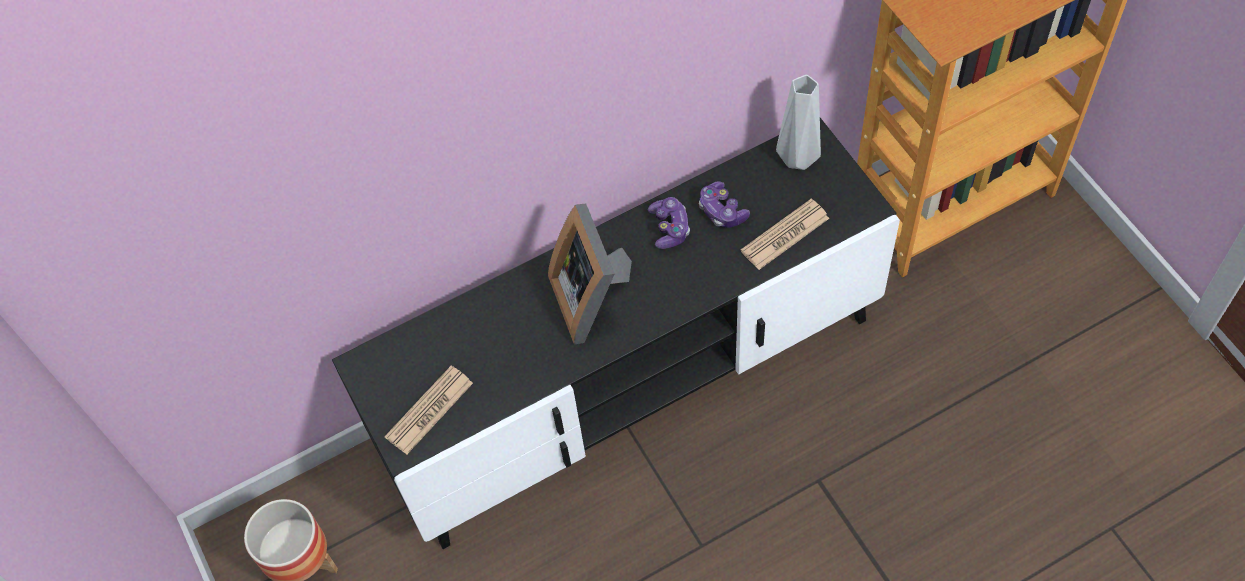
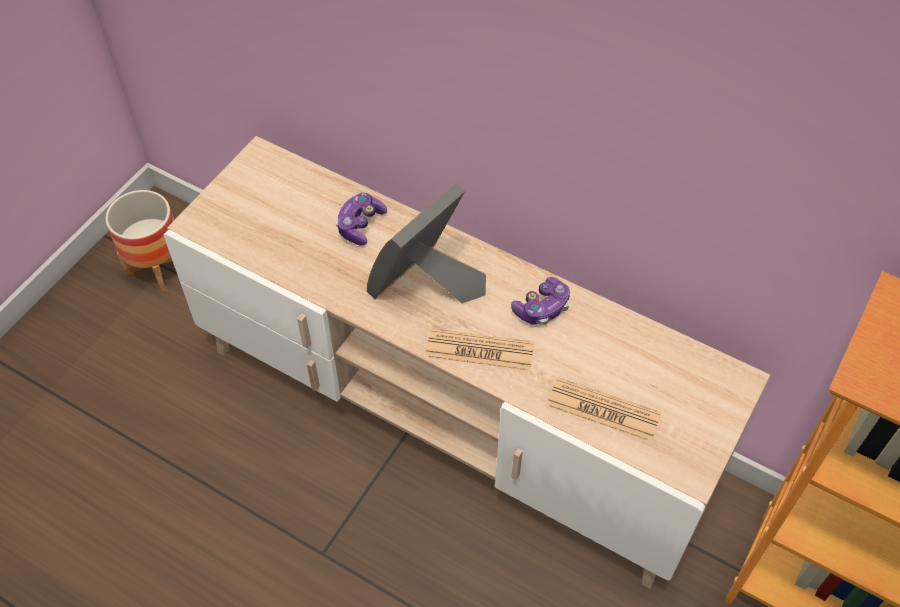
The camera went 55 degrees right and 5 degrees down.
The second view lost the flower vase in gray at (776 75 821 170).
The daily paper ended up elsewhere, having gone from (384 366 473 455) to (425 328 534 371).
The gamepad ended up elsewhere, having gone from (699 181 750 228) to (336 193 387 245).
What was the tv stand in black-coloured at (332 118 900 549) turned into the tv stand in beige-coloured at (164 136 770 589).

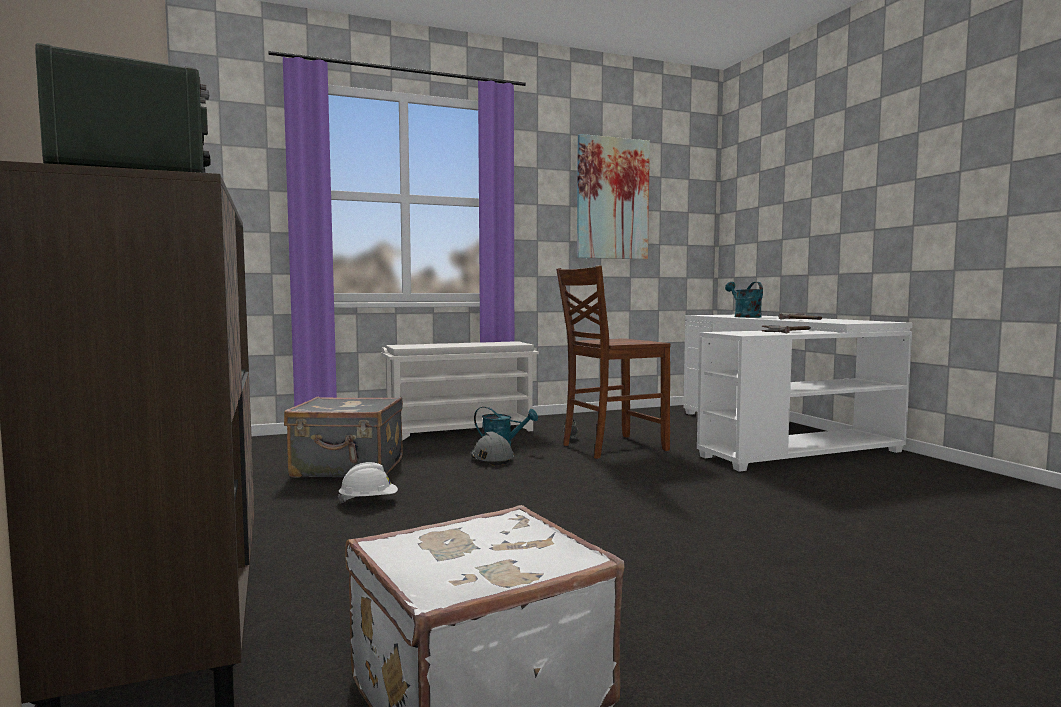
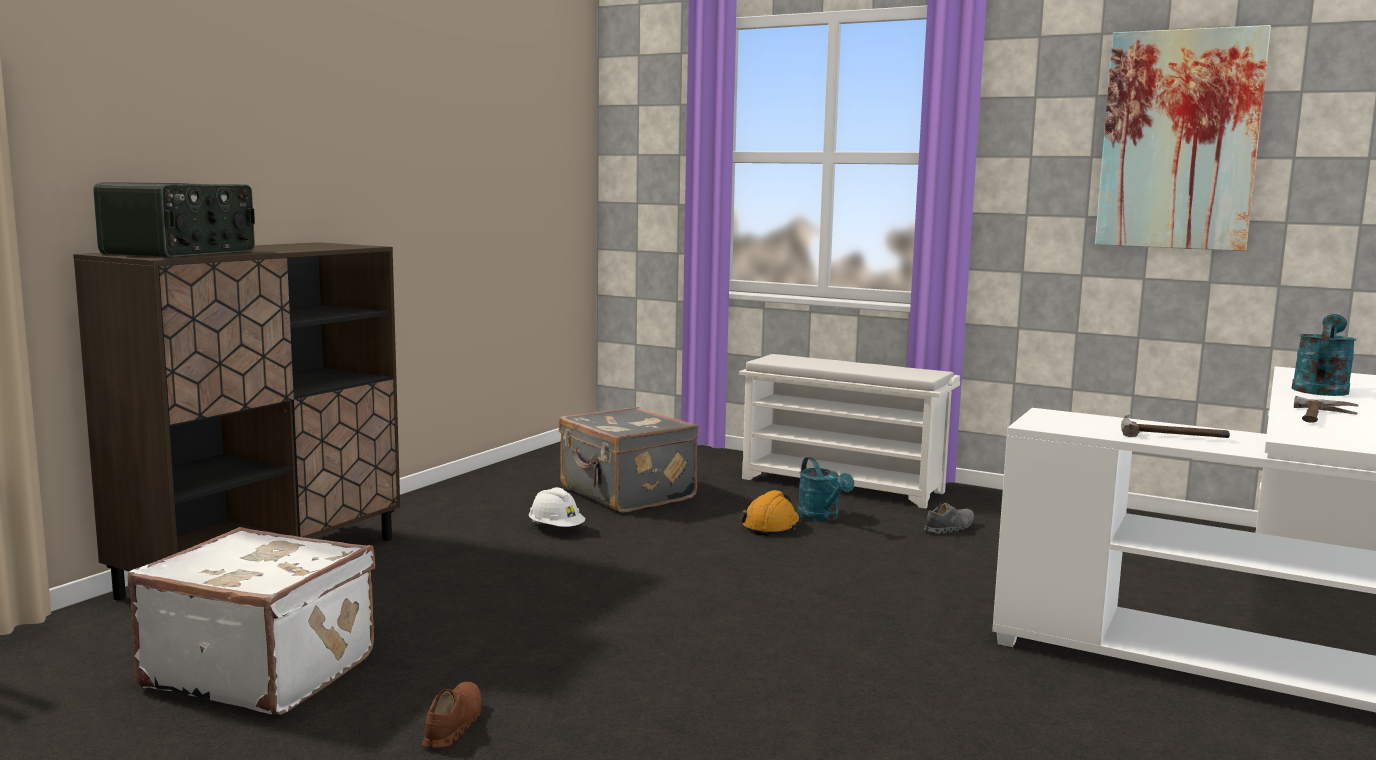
The camera went 50 degrees right and 5 degrees up.
The second view lost the chair in brown at (556 265 671 459).
The second view gained the item of footwear in brown at (422 682 481 748).
What was the work helmet in gray at (471 431 514 465) turned into the work helmet in orange at (741 490 801 536).

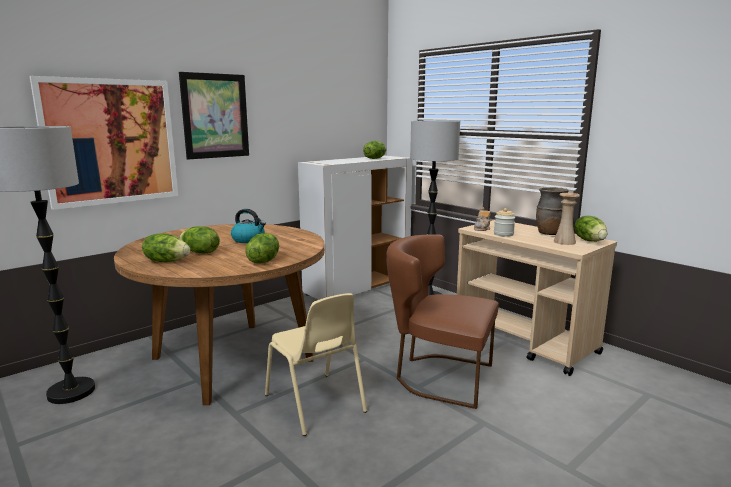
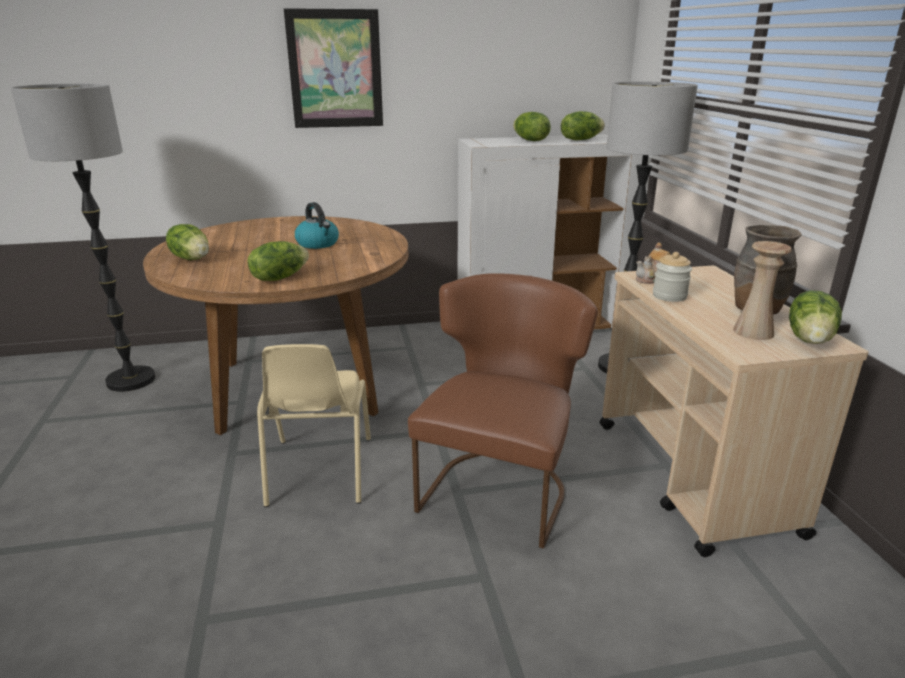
The camera went 30 degrees right and 10 degrees up.
The second view lost the picture at (29 76 178 210).
The lettuce head ended up elsewhere, having gone from (180 226 220 254) to (513 112 551 141).
The chair in brown at (386 234 499 409) ended up facing another way, 60 degrees clockwise from before.

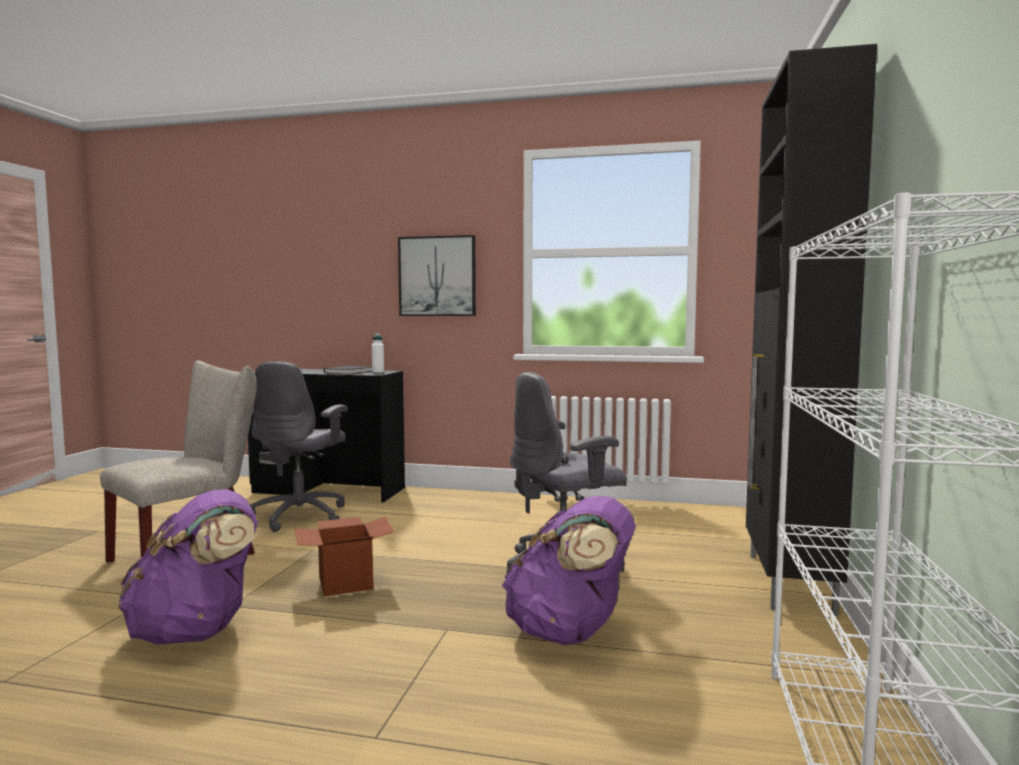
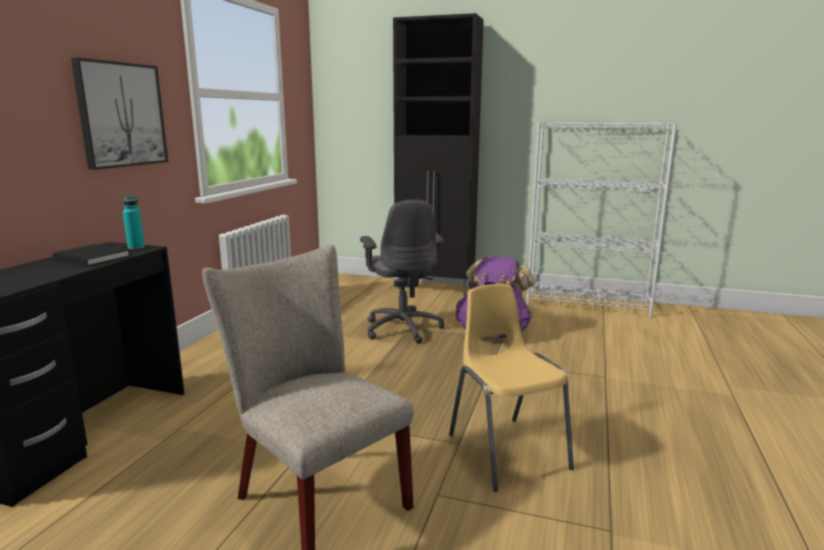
The camera went 85 degrees left and 10 degrees up.
The second view lost the office chair in gray at (250 361 348 532).
The second view lost the cardboard box at (294 517 394 597).
Where the backpack in purple stood at (118 489 258 645), the chair in yellowish came to stand at (449 284 574 492).
What was the bottle in whitish at (372 333 384 374) turned into the bottle in turquoise at (123 195 145 249).

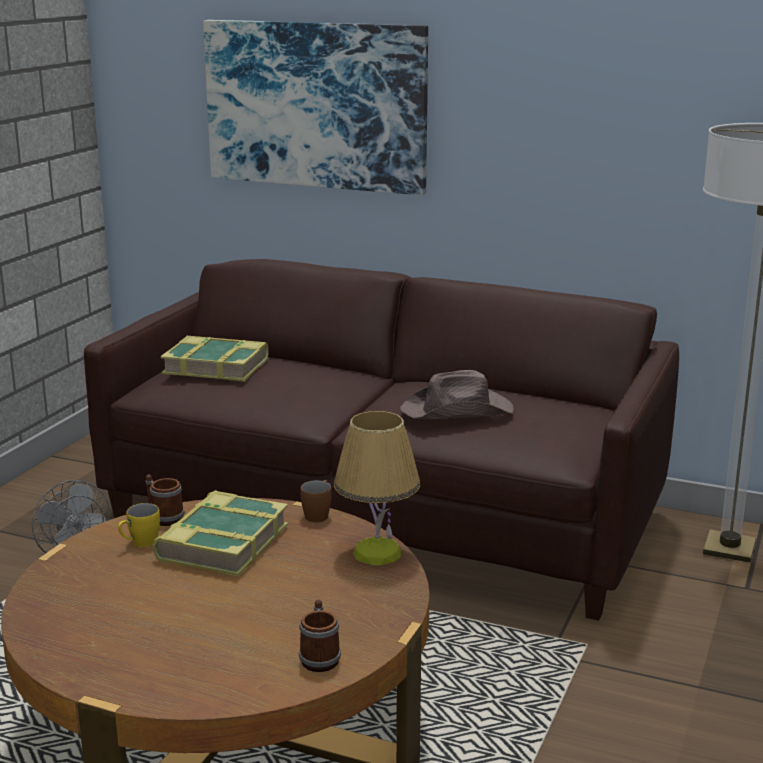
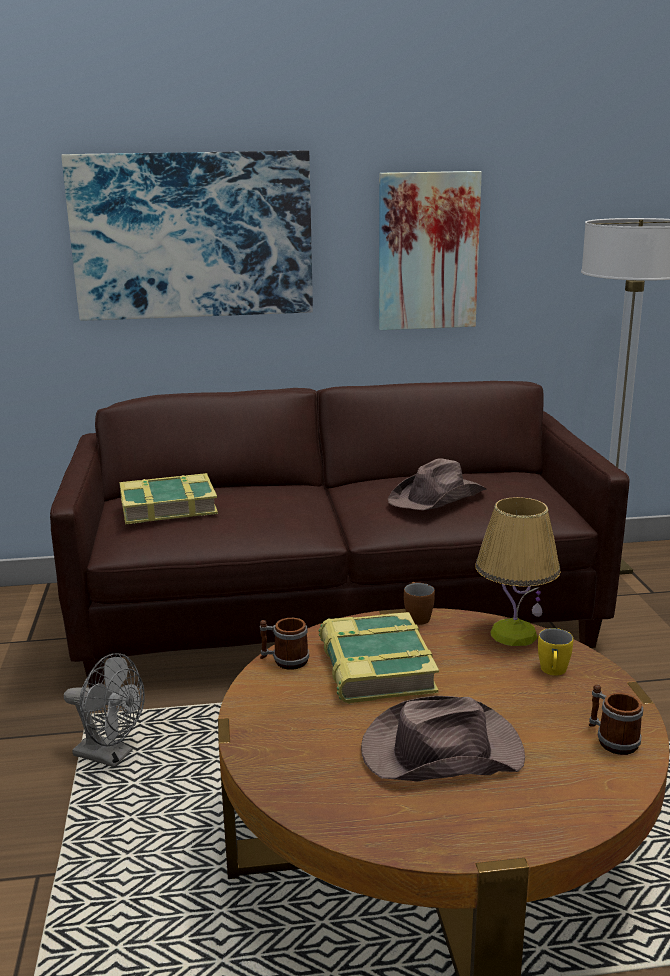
The camera went 30 degrees left and 0 degrees up.
The second view gained the wearable hat in brown at (361 696 525 781).
The second view gained the picture at (379 171 482 330).
The tea mug in yellowish ended up elsewhere, having gone from (118 503 160 547) to (538 628 573 675).

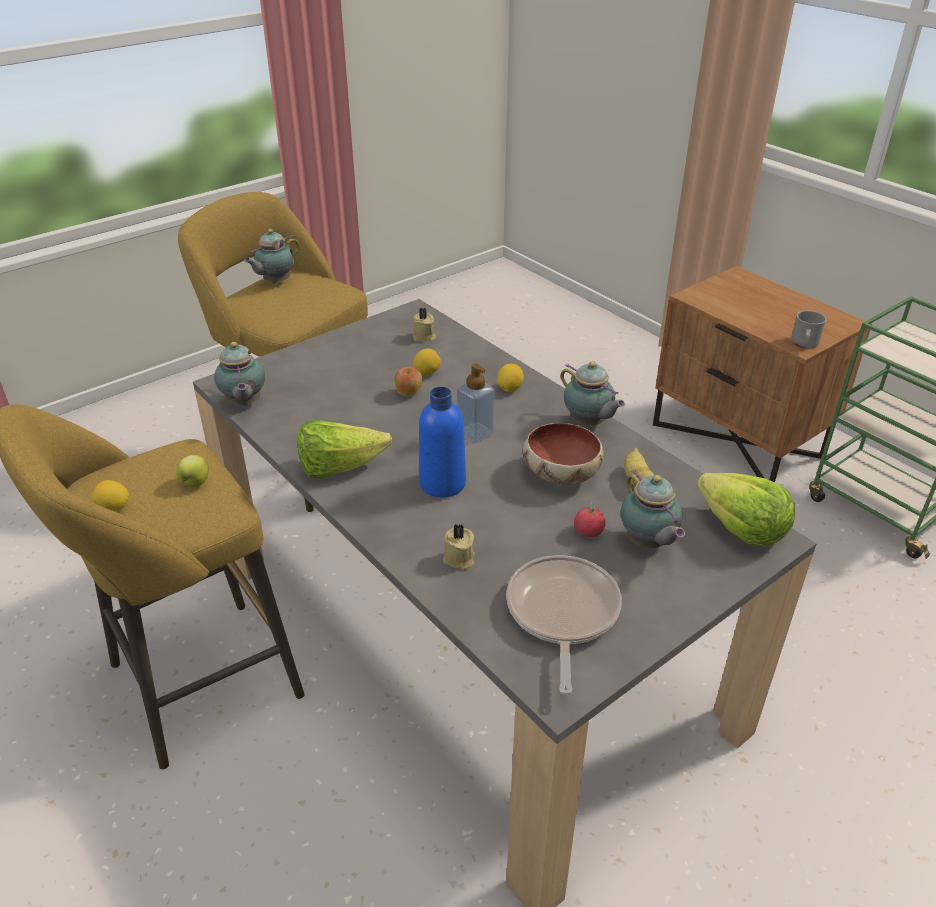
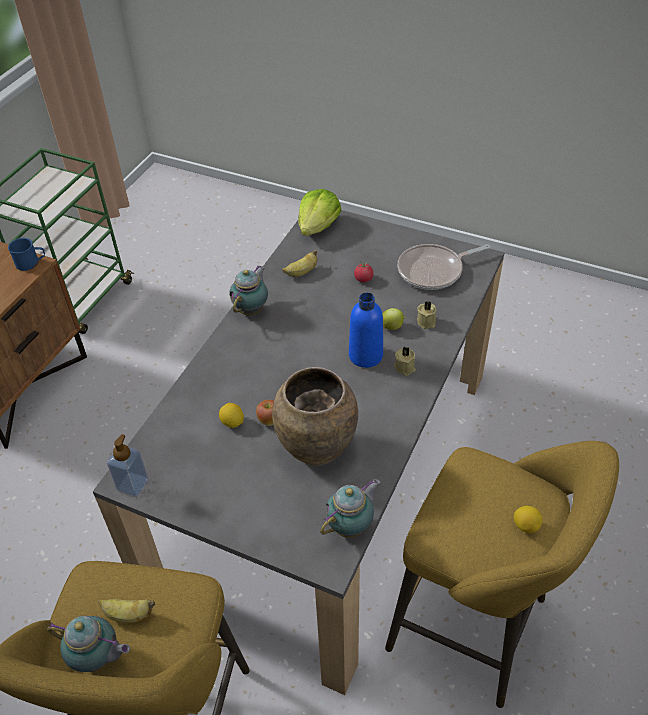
The camera went 115 degrees left and 10 degrees up.
The second view lost the lettuce head at (297 420 392 478).
The second view lost the citrus fruit at (497 364 524 392).
The second view lost the bowl at (523 423 603 485).
The second view lost the pot for tea at (621 470 685 548).
The second view gained the whole banana at (98 599 155 623).
The second view gained the flower vase in brown at (272 367 358 466).
The whole apple ended up elsewhere, having gone from (176 455 209 487) to (382 308 406 330).
The wax light in beige-coloured ended up elsewhere, having gone from (413 308 436 341) to (394 347 416 376).
The soap bottle ended up elsewhere, having gone from (457 363 495 443) to (107 434 148 496).
What was the tea mug in gray at (791 310 827 349) turned into the tea mug in blue-coloured at (8 238 45 271).

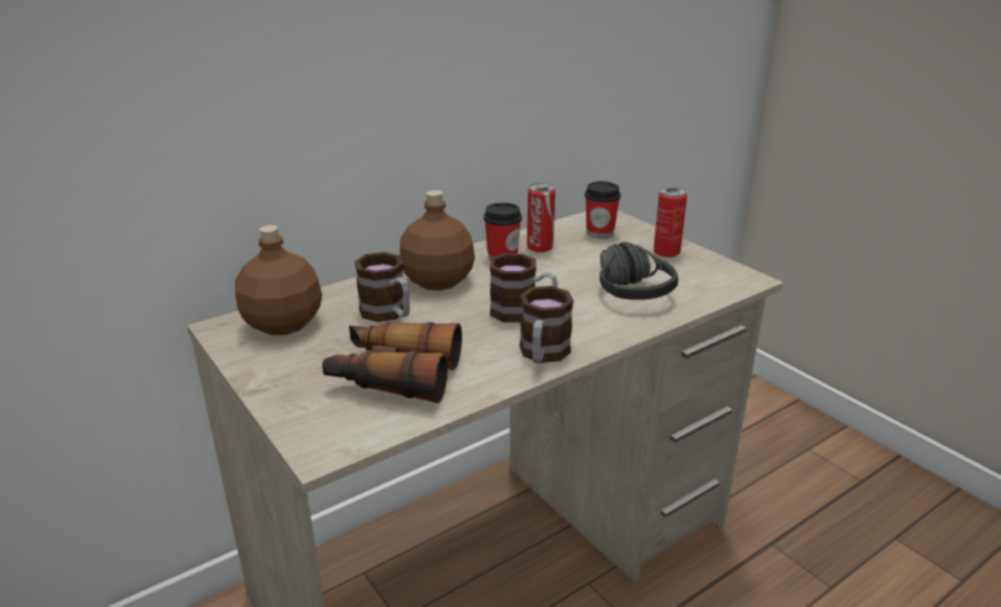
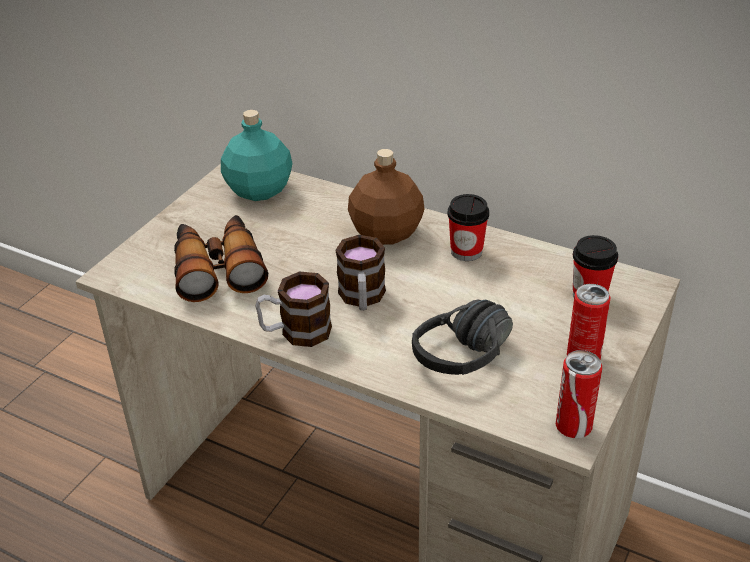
The camera went 65 degrees right and 10 degrees up.
The second view lost the tea mug at (354 252 410 322).
The metal can ended up elsewhere, having gone from (527 183 555 252) to (556 350 602 438).
What was the bottle in brown at (235 225 322 335) turned into the bottle in turquoise at (221 110 293 201).

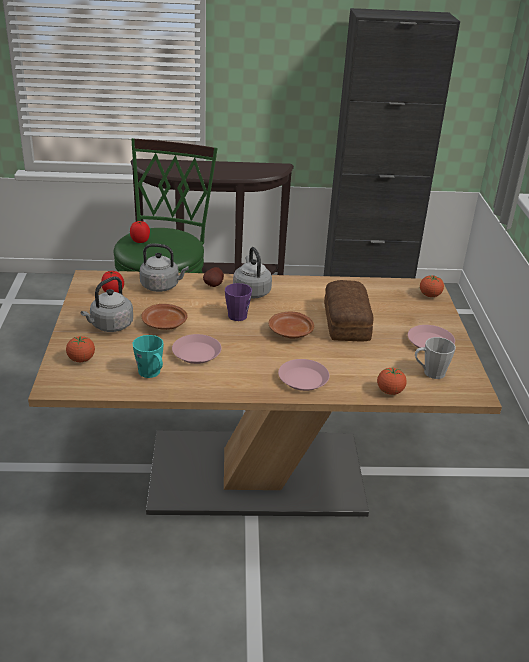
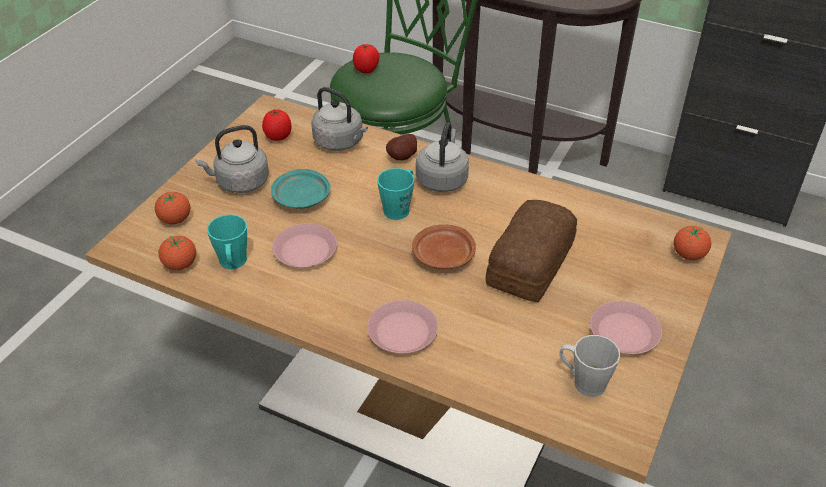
The camera went 30 degrees right and 10 degrees up.
The tomato ended up elsewhere, having gone from (377 367 407 395) to (159 236 196 270).
What was the plate in brown at (142 304 188 330) turned into the plate in turquoise at (271 169 330 209).
What was the tea mug in purple at (225 283 252 321) turned into the tea mug in turquoise at (377 168 415 220).

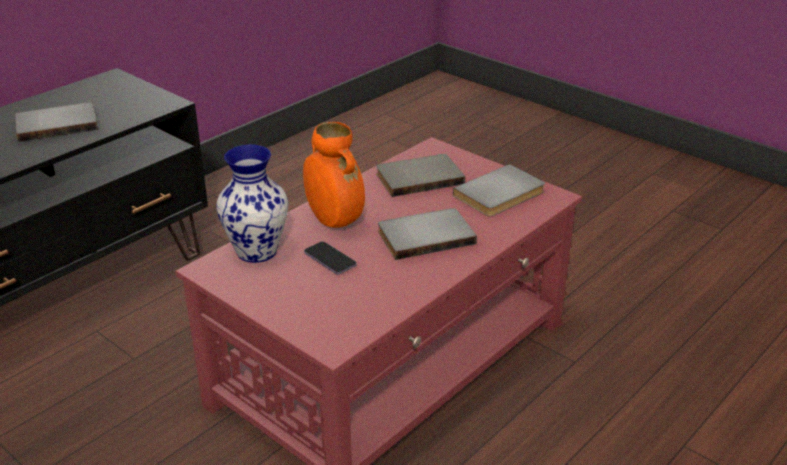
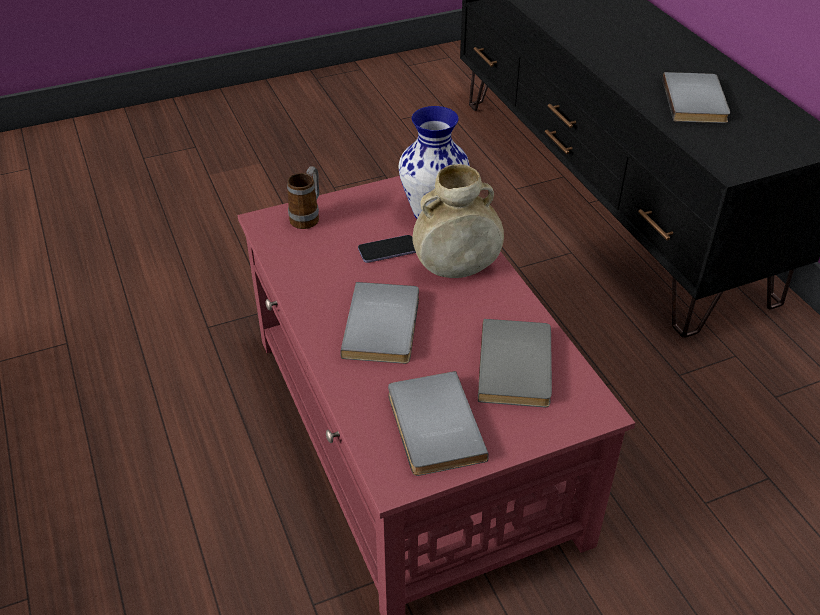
The camera went 115 degrees right and 10 degrees up.
The second view gained the tea mug at (287 166 319 229).
What was the flower vase in orange at (303 122 365 228) turned into the flower vase in beige-coloured at (412 164 504 278).

